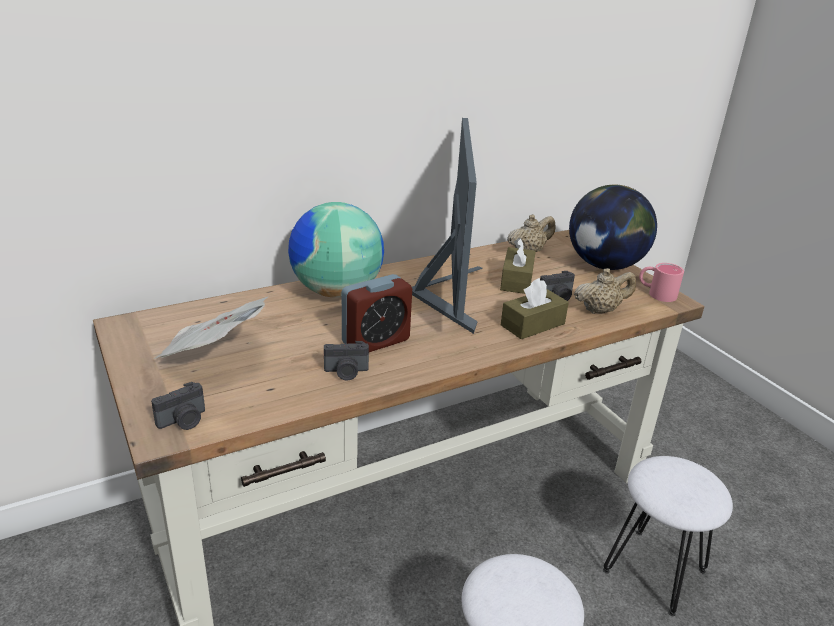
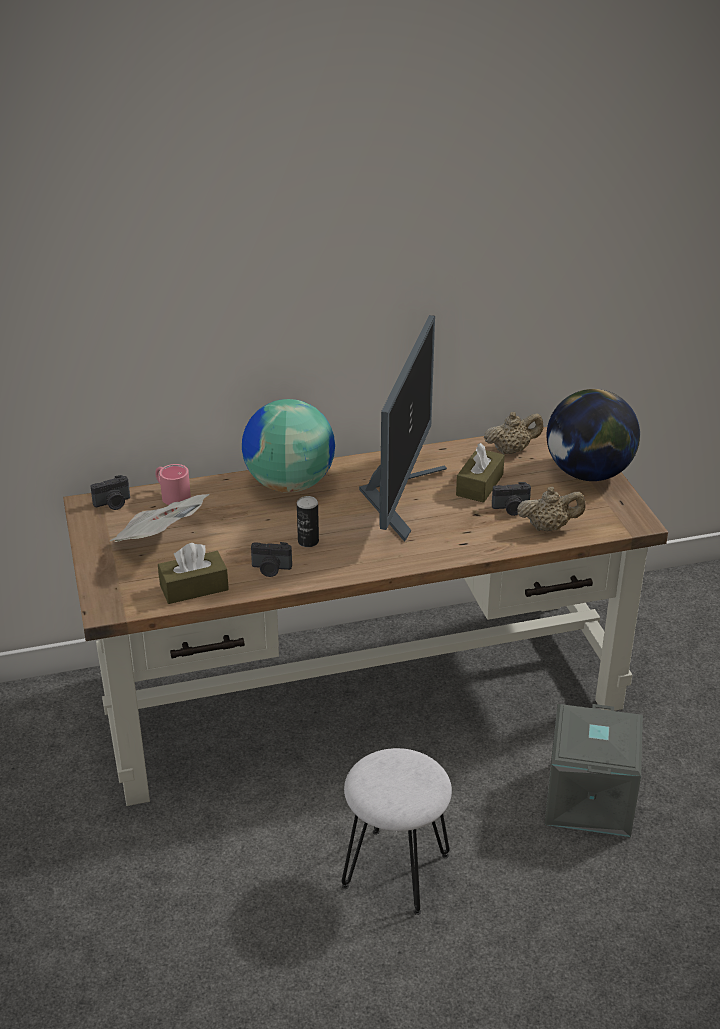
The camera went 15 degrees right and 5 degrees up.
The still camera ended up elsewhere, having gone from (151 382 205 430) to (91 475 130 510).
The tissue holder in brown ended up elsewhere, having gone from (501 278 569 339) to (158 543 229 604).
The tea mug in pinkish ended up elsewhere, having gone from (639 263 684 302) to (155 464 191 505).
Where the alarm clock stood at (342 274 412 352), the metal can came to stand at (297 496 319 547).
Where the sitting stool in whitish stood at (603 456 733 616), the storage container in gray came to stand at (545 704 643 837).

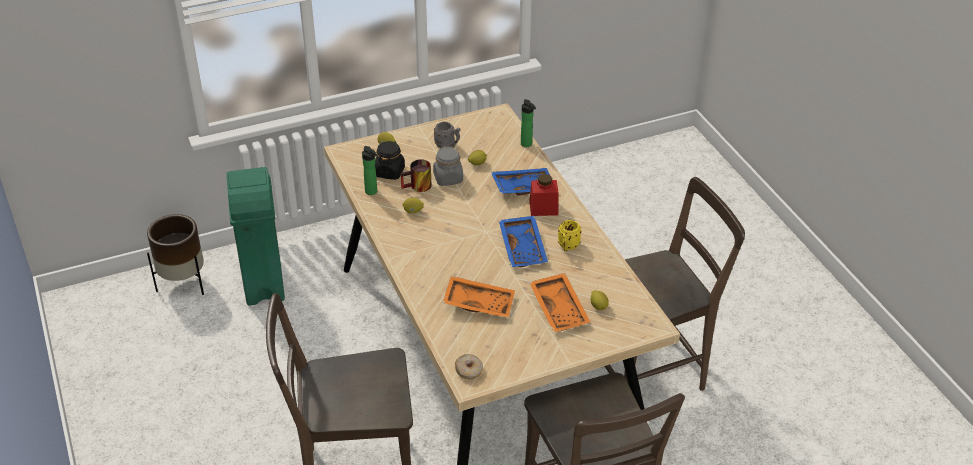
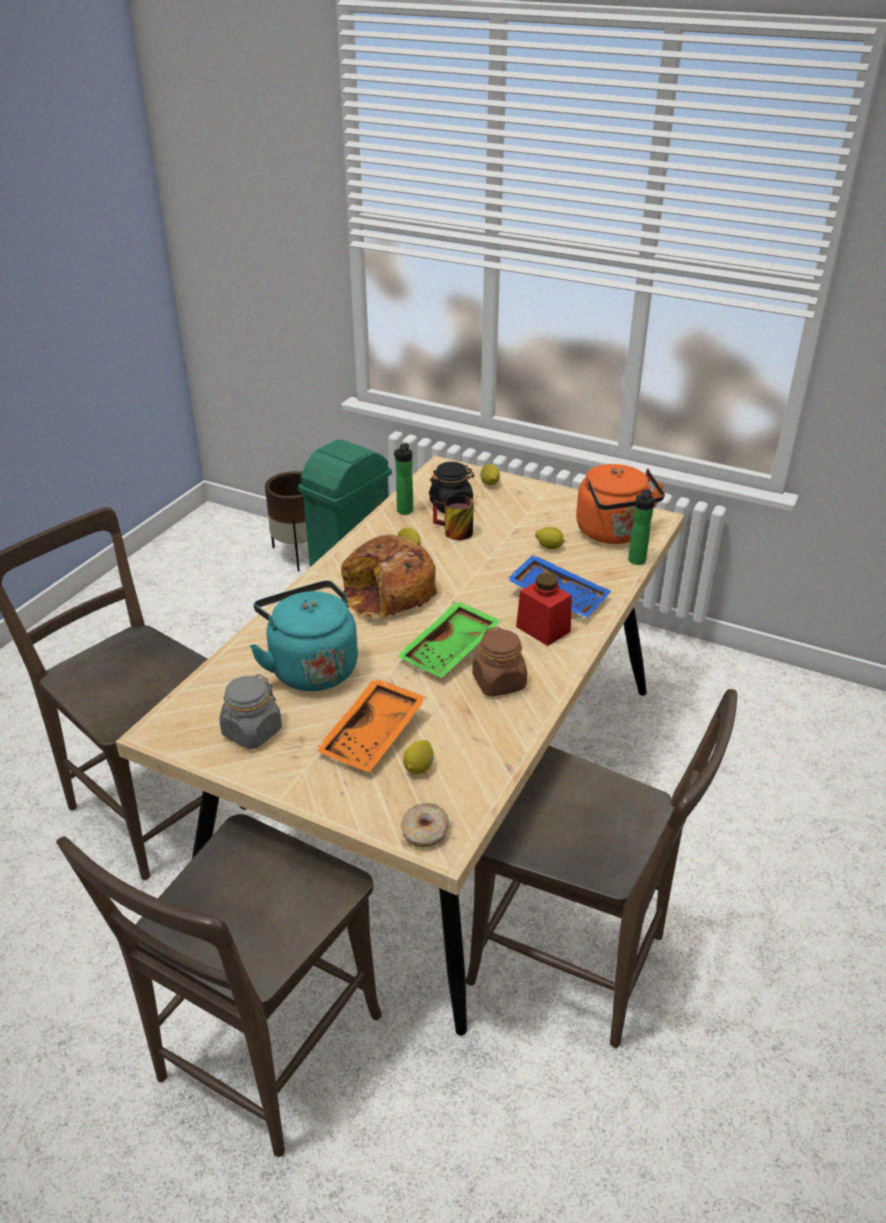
The camera went 50 degrees right and 5 degrees down.
The second view lost the tea mug in gray at (434 122 461 148).
The second view gained the bread at (341 535 438 619).
The second view gained the water kettle in orange at (576 464 665 544).
The storage jar in gray ended up elsewhere, having gone from (433 146 463 186) to (220 674 282 749).
The doughnut ended up elsewhere, having gone from (455 354 483 379) to (400 803 449 847).
Where the tray in orange stood at (443 276 515 318), the water kettle in turquoise came to stand at (250 580 358 691).
Where the tea mug in yellowish stood at (558 220 581 252), the storage jar in brown came to stand at (472 627 527 697).
What was the tray in blue-coloured at (499 216 548 267) turned into the tray in green-coloured at (397 601 501 678).

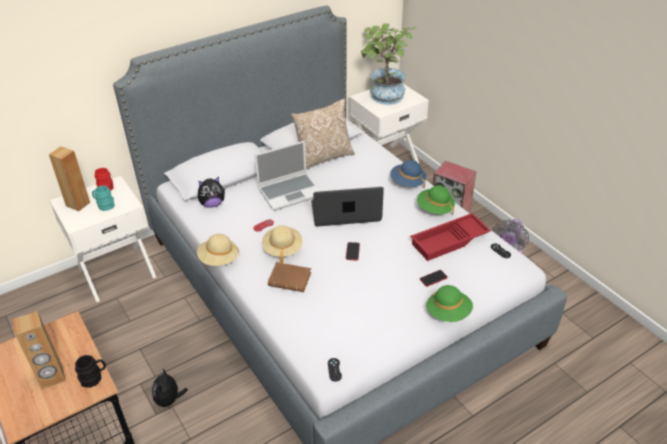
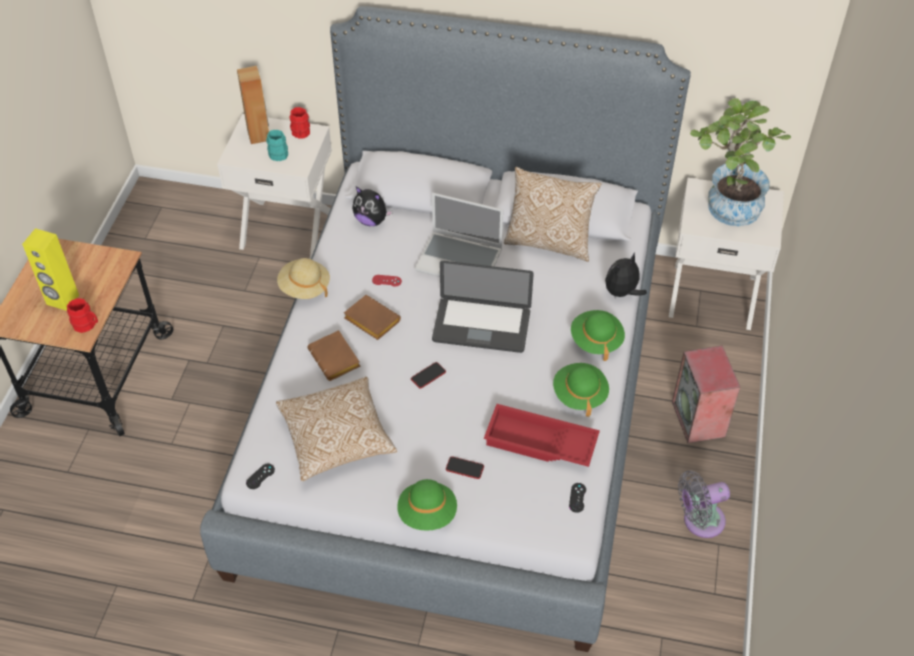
The camera went 45 degrees right and 10 degrees up.
The second view gained the pillow at (276 377 397 481).
The cuddly toy ended up elsewhere, having gone from (152 369 188 408) to (605 252 647 297).
Where the wearable hat in beige-coloured stood at (262 225 303 263), the volume in brown came to stand at (344 295 401 340).
What was the audio speaker in brown at (13 311 65 389) turned into the audio speaker in yellowish at (22 228 79 311).
What was the tea mug in black-coloured at (75 355 106 388) turned into the tea mug in red-coloured at (67 298 98 333).
What was the wearable hat in blue-coloured at (390 160 426 188) turned into the wearable hat in green-coloured at (571 310 625 361).
The portable computer at (311 187 384 227) ended up facing another way, 150 degrees clockwise from before.

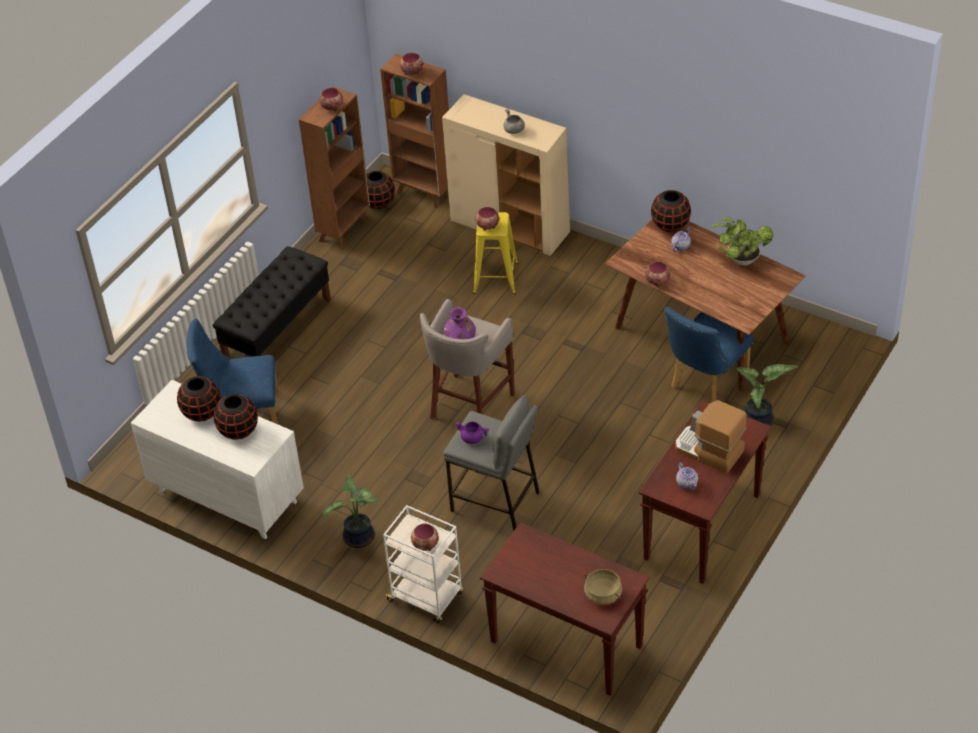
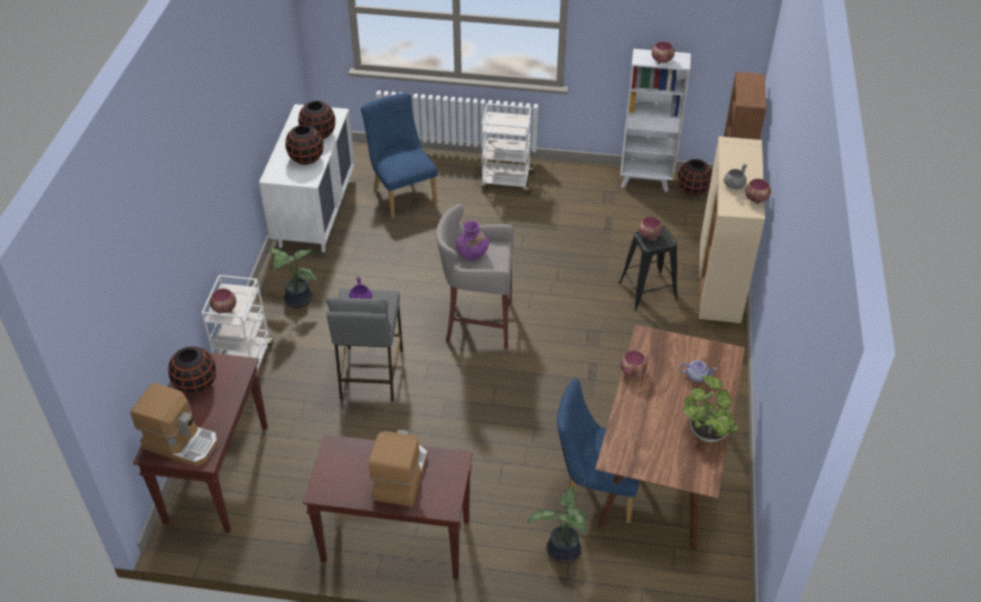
The camera went 65 degrees right and 0 degrees up.
The second view lost the pot for tea at (676 462 698 490).
The bowl ended up elsewhere, having gone from (400 53 423 75) to (745 179 771 204).
The flower vase in black-coloured ended up elsewhere, having gone from (651 190 691 232) to (168 346 216 395).
Where the indoor bench in black-coloured stood at (213 246 331 358), the cart in whitish came to stand at (481 103 536 194).
Where the saucepot in beige-coloured stood at (584 569 622 605), the coffee brewer came to stand at (130 383 218 466).
What was the shelving unit in brown at (299 86 370 250) turned into the shelving unit in whitish at (620 49 691 192).
What was the sitting stool in yellowish at (473 212 518 294) turned into the sitting stool in black-coloured at (619 226 678 311).

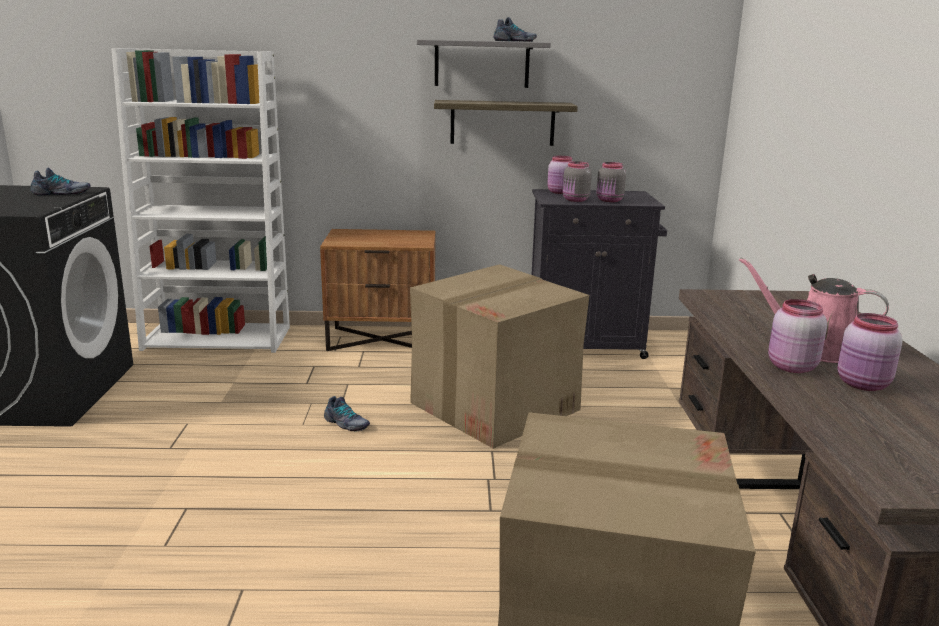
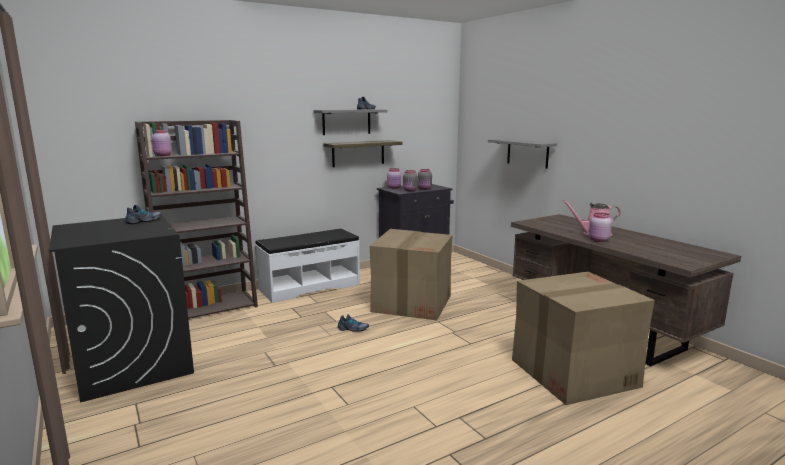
The camera went 30 degrees left and 5 degrees down.
The second view gained the shelf in gray at (488 139 557 169).
The storage jar in pinkish ended up elsewhere, having gone from (838 313 902 391) to (152 130 172 156).
Where the nightstand in brown stood at (320 229 436 351), the indoor bench in whitish came to stand at (255 229 360 303).
What was the shelving unit in whitish at (112 48 290 353) turned into the shelving unit in brown at (135 120 258 319).

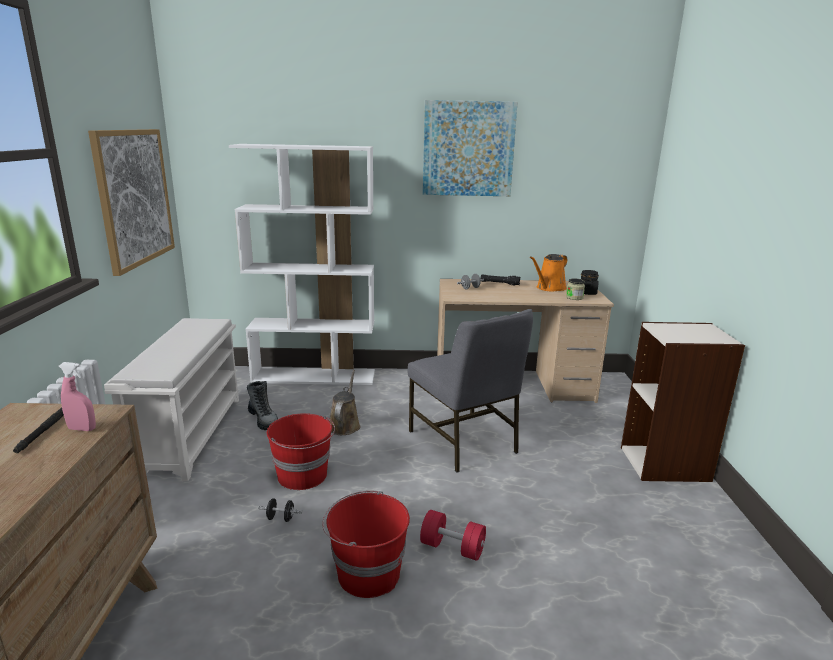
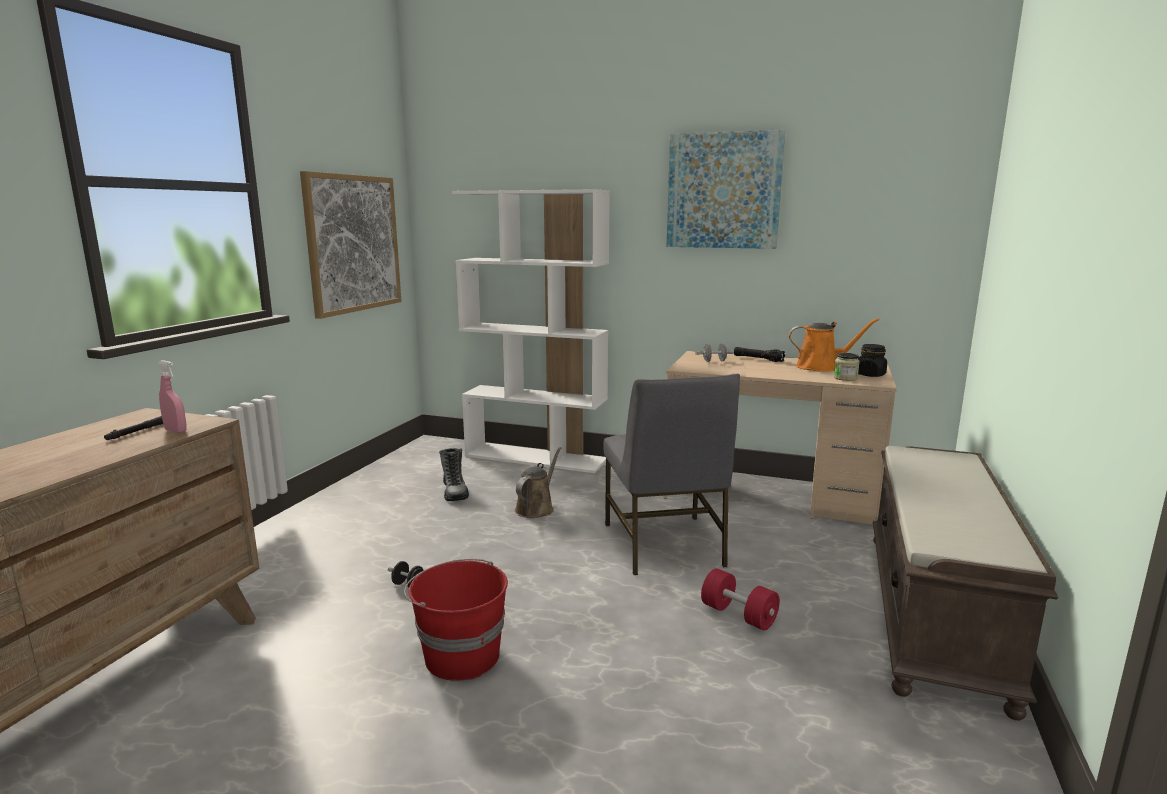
The camera went 20 degrees right and 5 degrees down.
The second view lost the shoe shelf in whitish at (104 318 239 481).
The second view lost the pail in red-coloured at (267 413 335 490).
The hand weight in red-coloured ended up elsewhere, having gone from (420 510 486 561) to (701 568 780 631).
Where the shelving unit stood at (621 322 745 482), the indoor bench in brown came to stand at (873 446 1058 721).
The watering pot in orange at (530 254 567 292) ended up facing another way, 150 degrees counterclockwise from before.

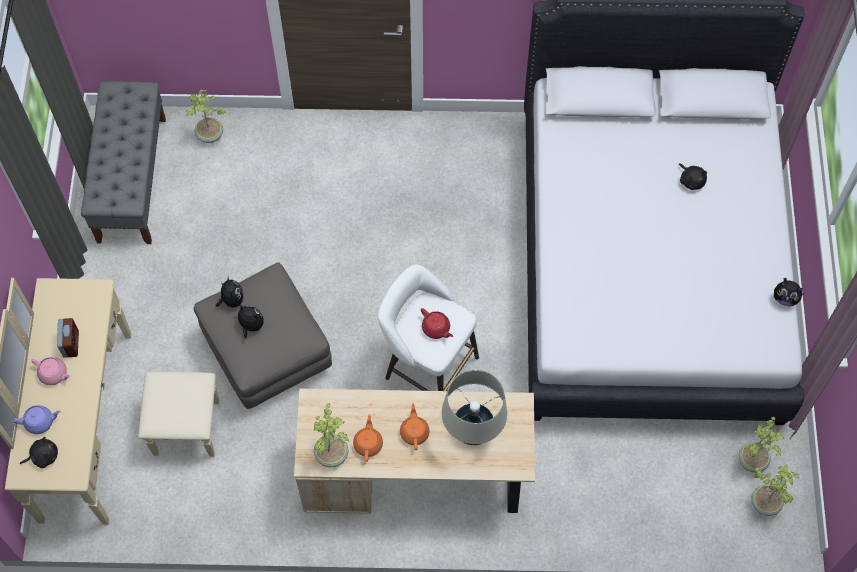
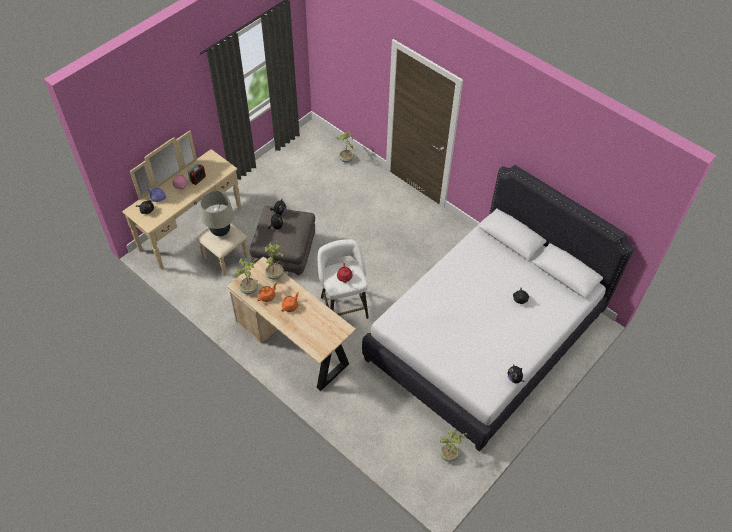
The camera went 40 degrees right and 10 degrees down.
The second view lost the indoor bench in gray at (81 81 166 244).
The lamp for a table in beige-coloured ended up elsewhere, having gone from (442 370 507 445) to (200 191 234 236).
The plant in a pot ended up elsewhere, having gone from (751 465 799 516) to (265 242 284 280).

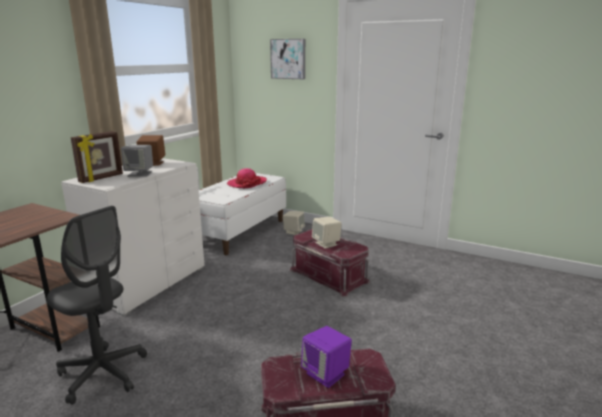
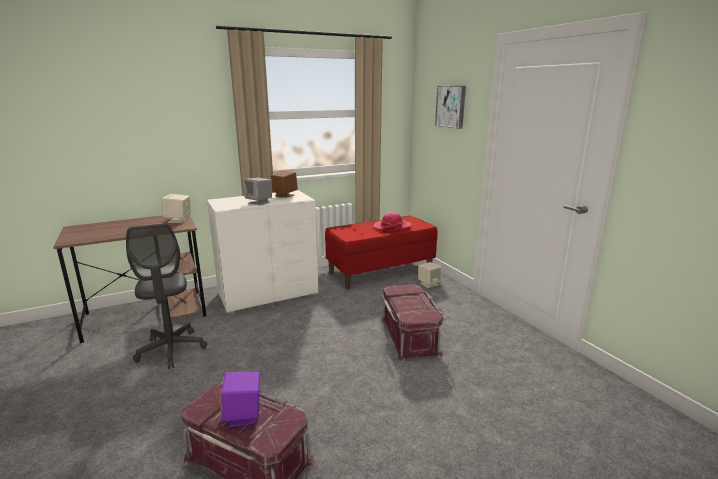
The camera went 35 degrees right and 0 degrees up.
The second view lost the standing frame at (71 131 123 183).
The audio speaker in beige-coloured ended up elsewhere, having gone from (312 217 342 249) to (162 194 191 223).
What was the indoor bench in whitish at (199 173 286 255) turned into the indoor bench in red-coloured at (325 216 437 289).

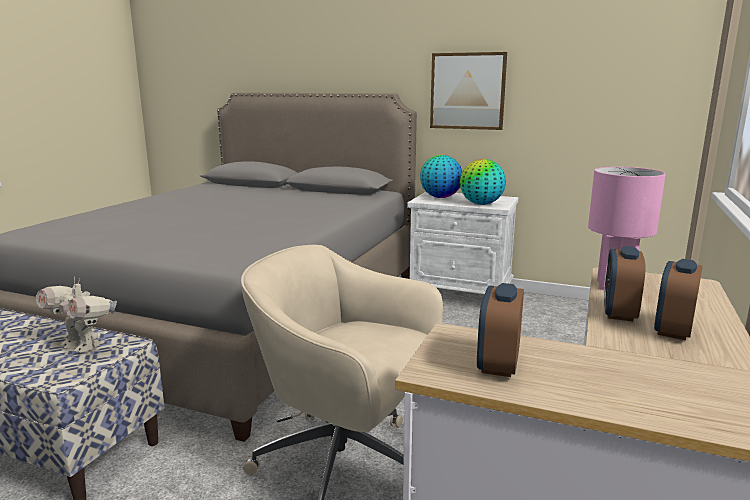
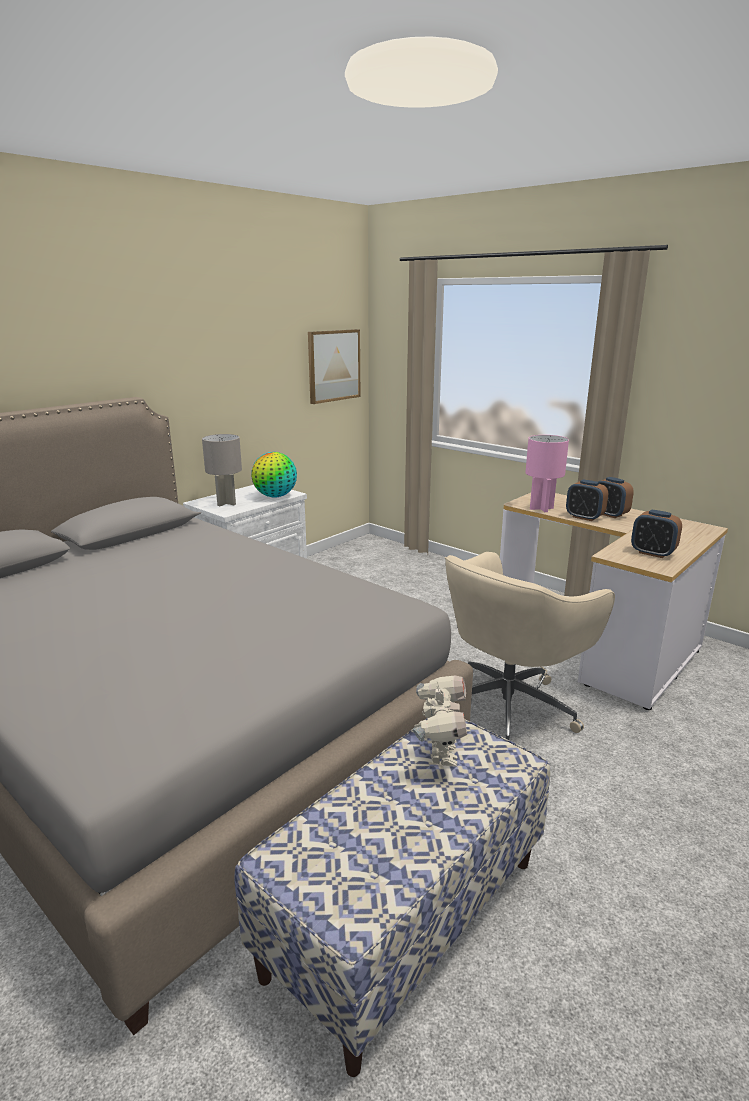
The camera went 70 degrees left and 5 degrees up.
The picture ended up elsewhere, having gone from (430 52 507 130) to (308 329 360 404).
Where the world globe stood at (420 155 463 198), the lamp for a table in gray came to stand at (202 434 242 506).
The robot figure at (36 278 117 353) ended up facing another way, 45 degrees counterclockwise from before.

